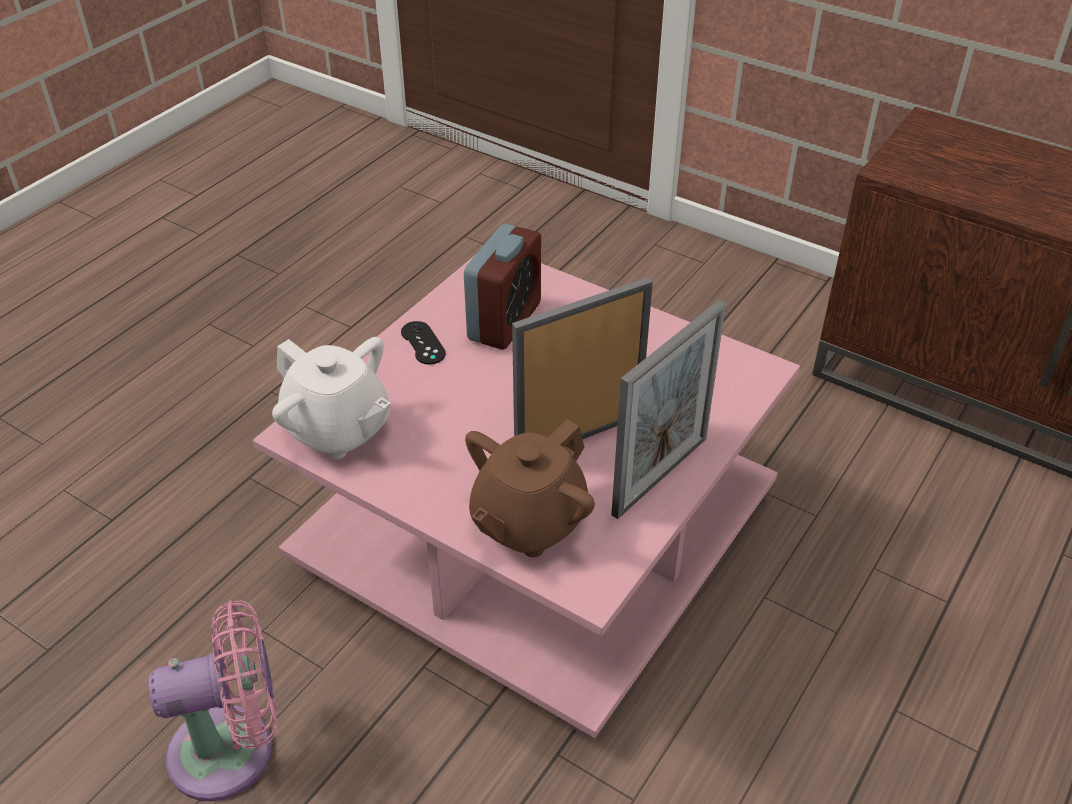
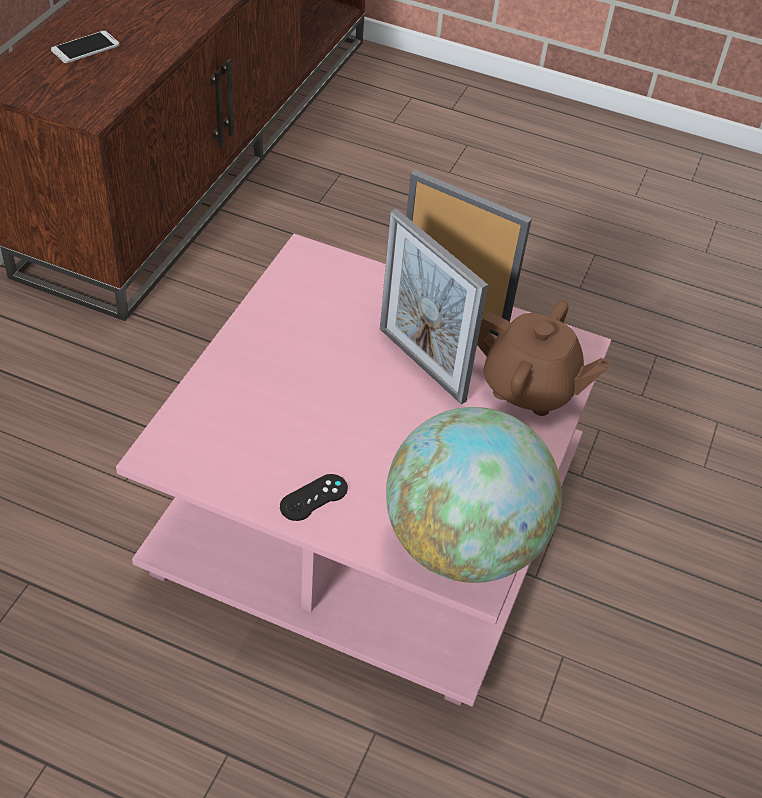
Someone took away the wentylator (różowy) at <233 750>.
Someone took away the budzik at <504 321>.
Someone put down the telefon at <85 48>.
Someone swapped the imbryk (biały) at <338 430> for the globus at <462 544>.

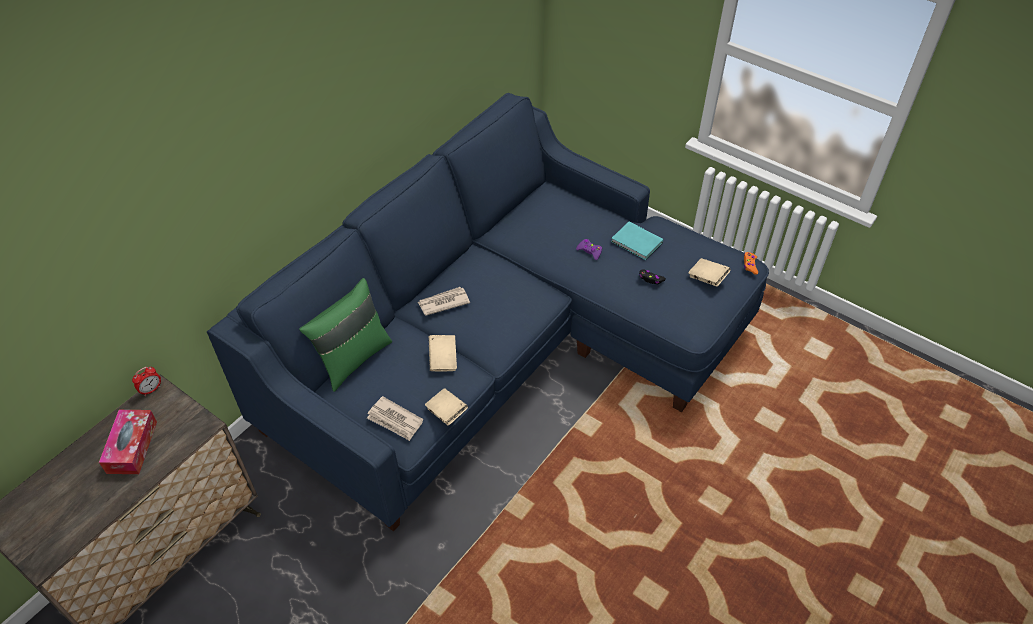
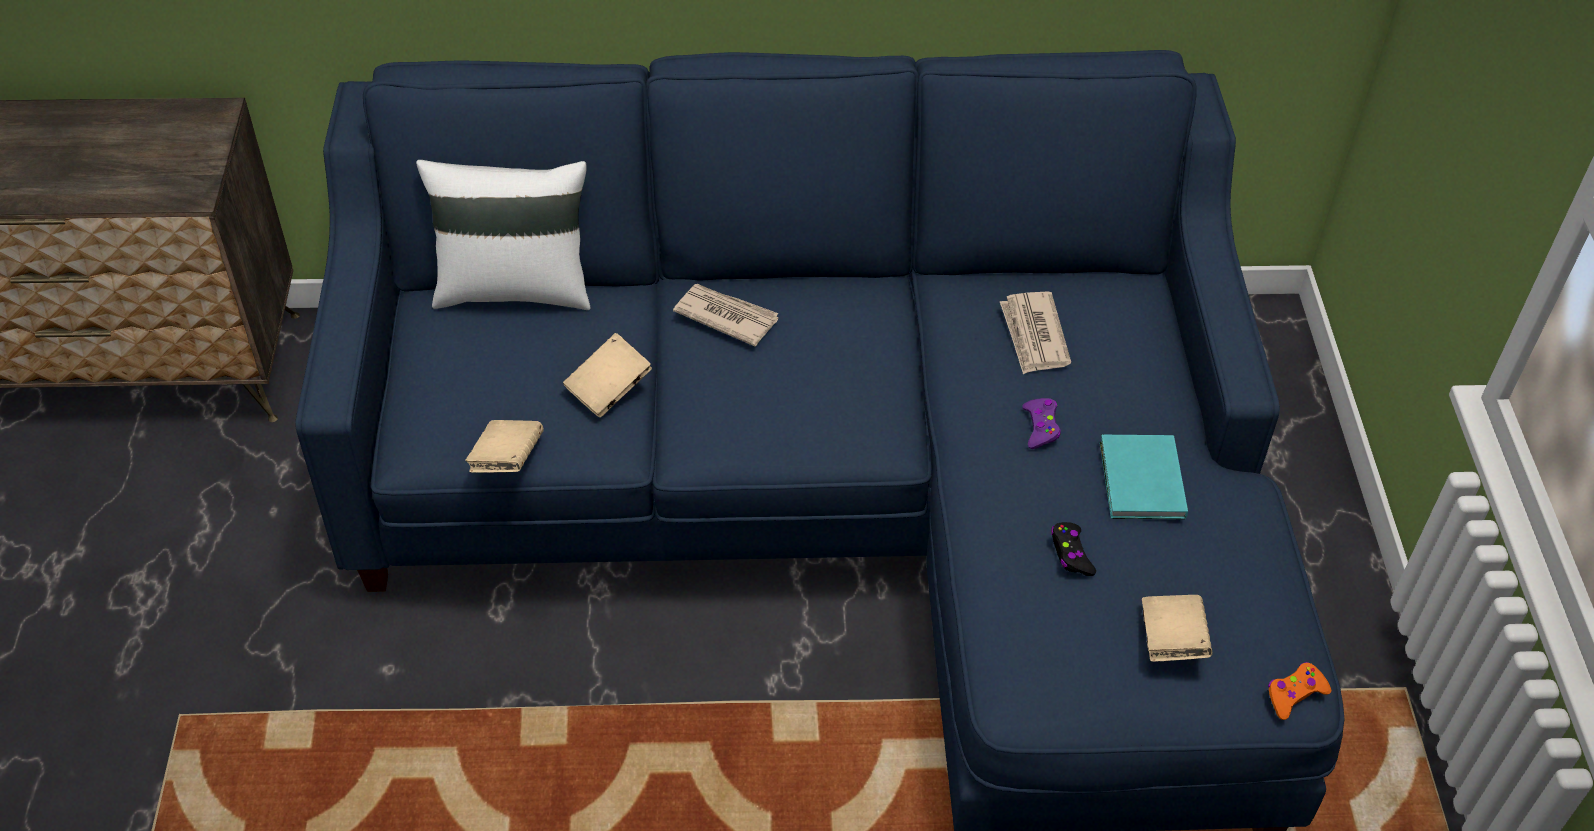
Someone took away the pudełko chusteczek at <132 447>.
Someone took away the budzik at <151 389>.
Someone carried the gazeta from <395 420> to <1034 336>.
Someone repainted the poduszka (zielony) at <353 358>, which became the poduszka (biały) at <514 288>.

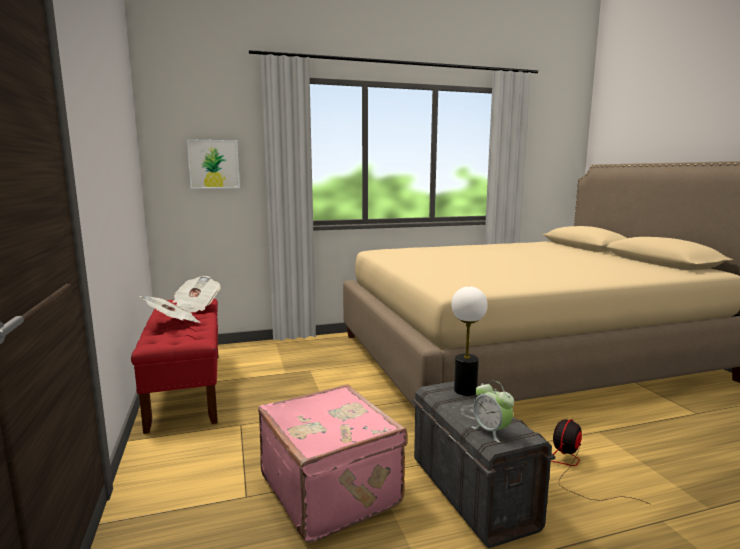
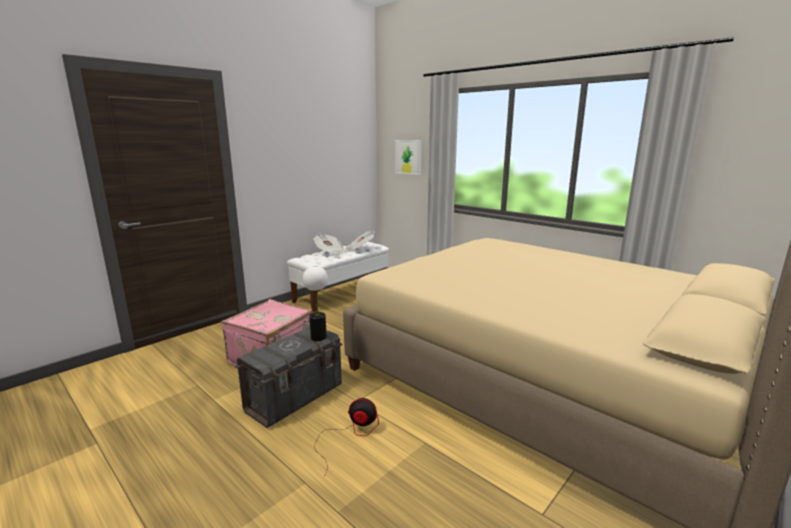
Someone took away the budzik at <491 431>.
Someone repainted the ławka (czerwony) at <187 388>, which became the ławka (biały) at <342 293>.

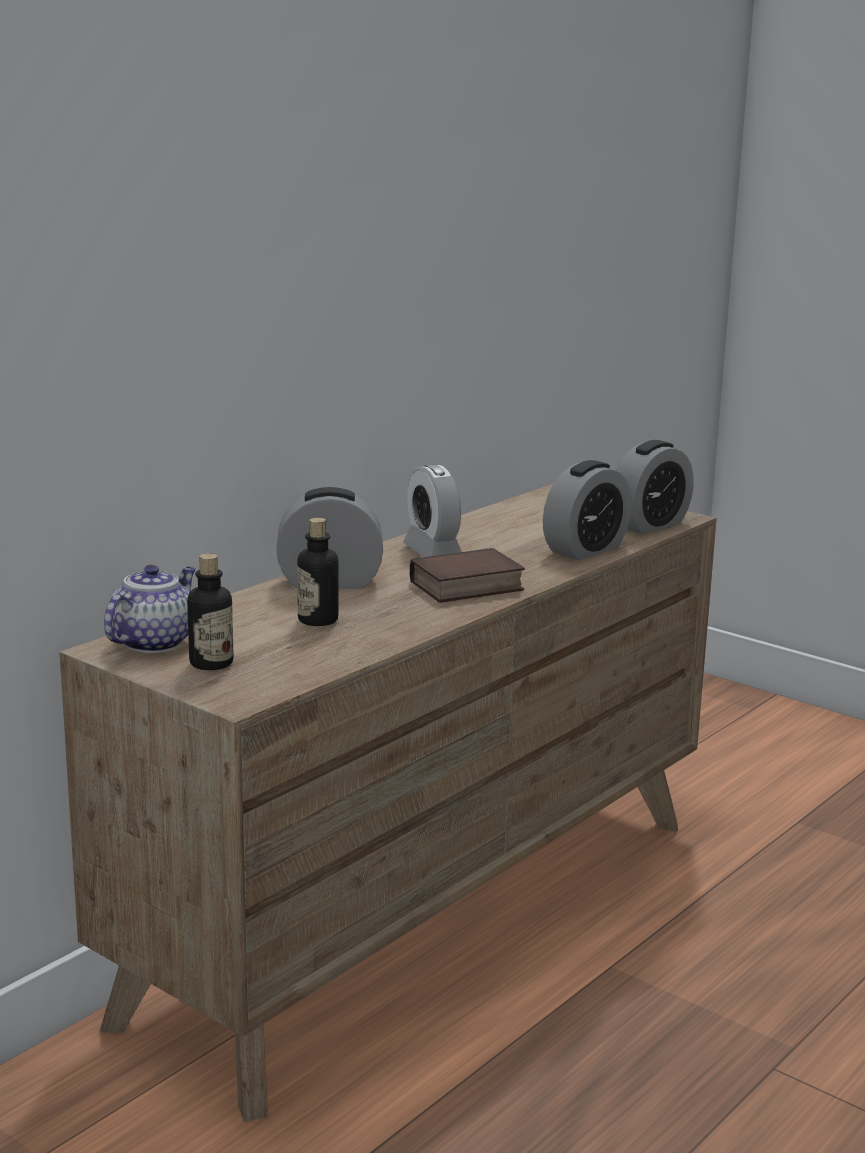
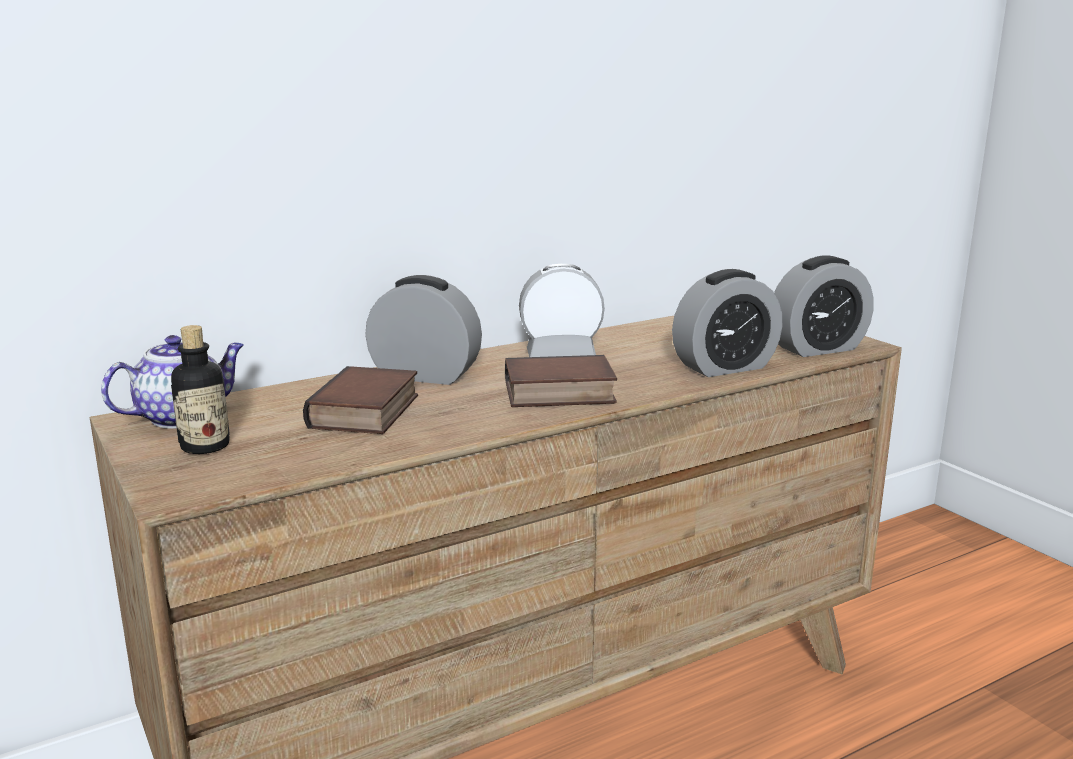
Someone swapped the butelka at <318 620> for the książka at <367 412>.
Someone rotated the budzik at <432 551> by 90 degrees clockwise.

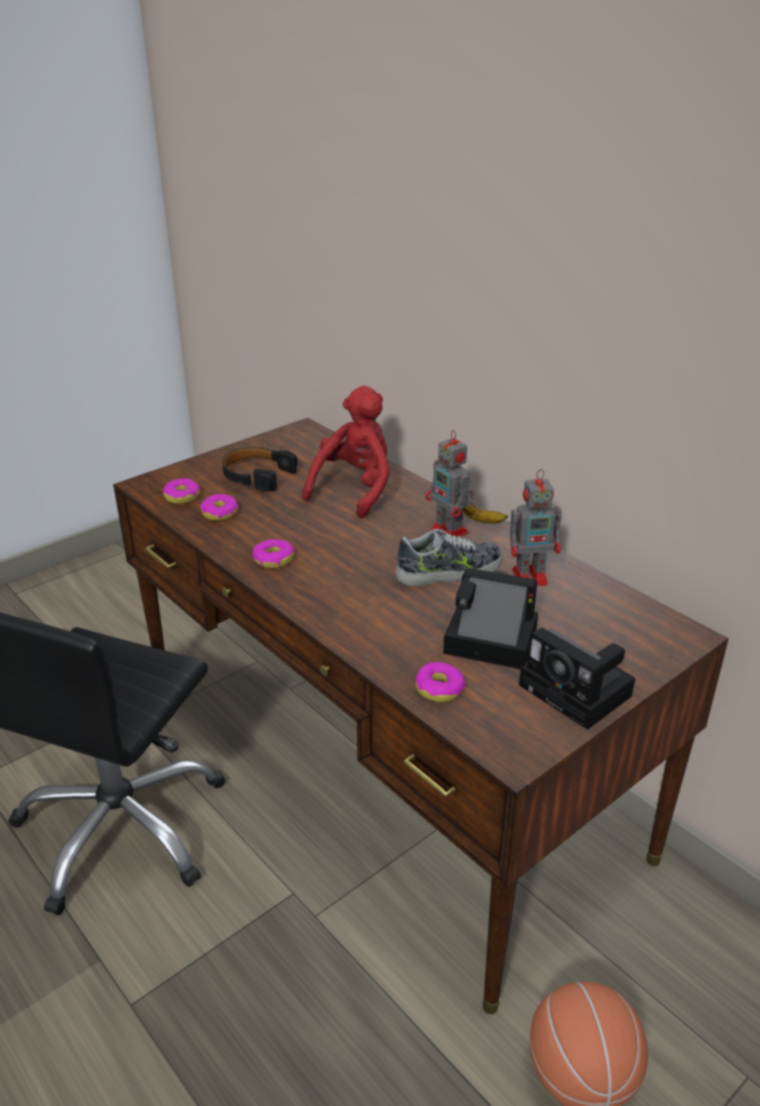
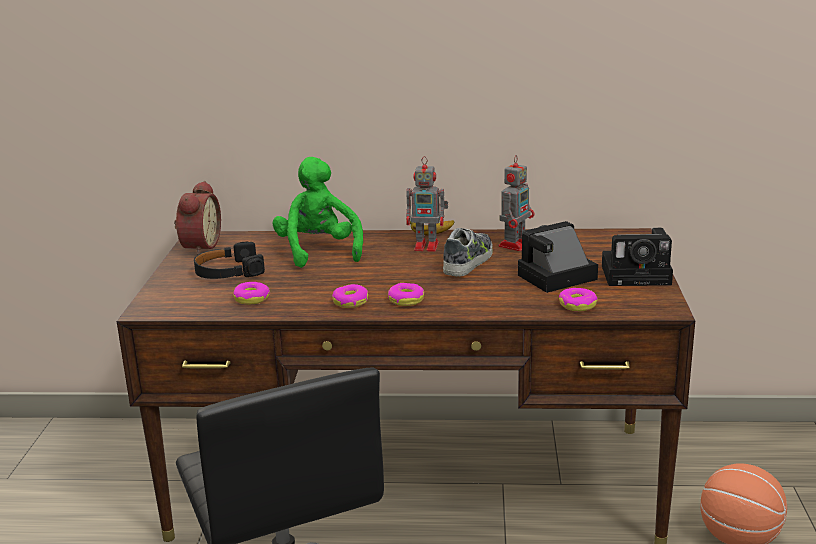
Someone put down the budzik at <198 246>.
Someone carried the donut from <182 496> to <406 300>.
Someone repainted the pluszak (czerwony) at <354 490>, which became the pluszak (zielony) at <318 251>.

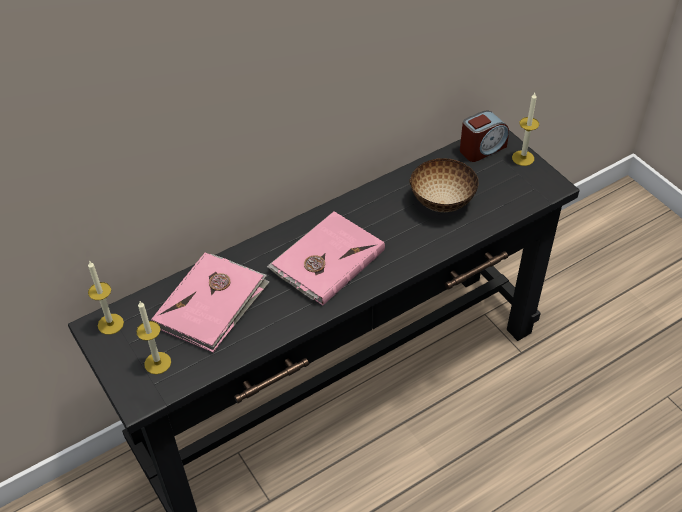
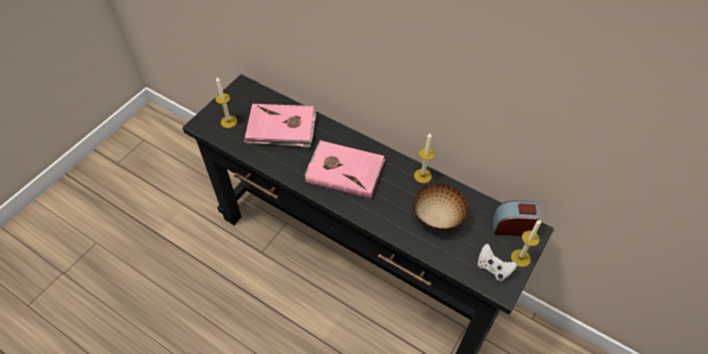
Someone put down the pad do gier (biały) at <493 268>.
Someone carried the świeca from <110 324> to <422 176>.
Someone rotated the budzik at <482 148> by 150 degrees clockwise.

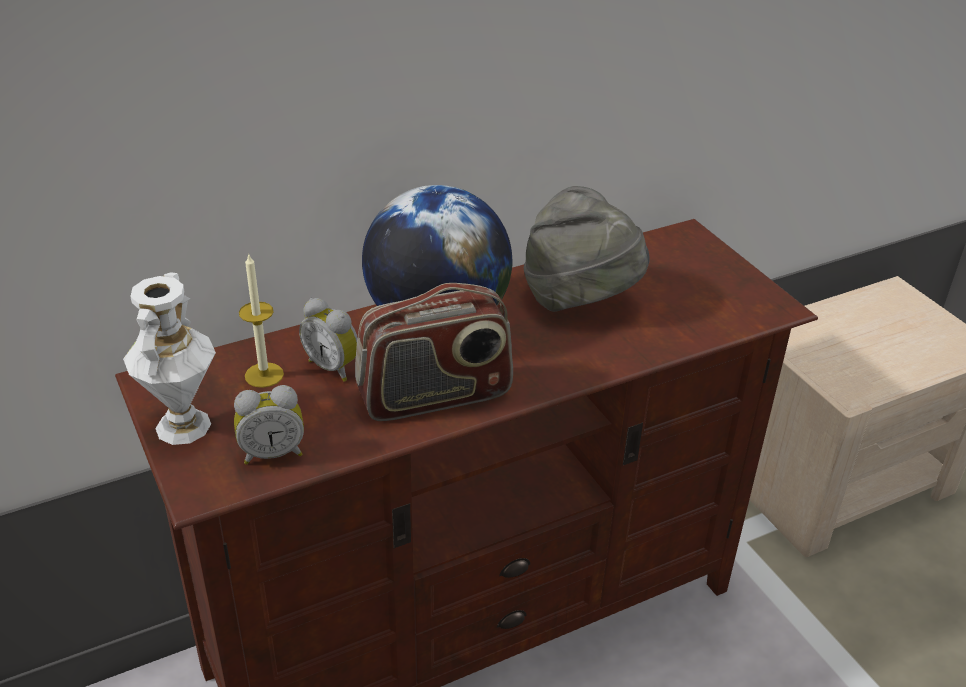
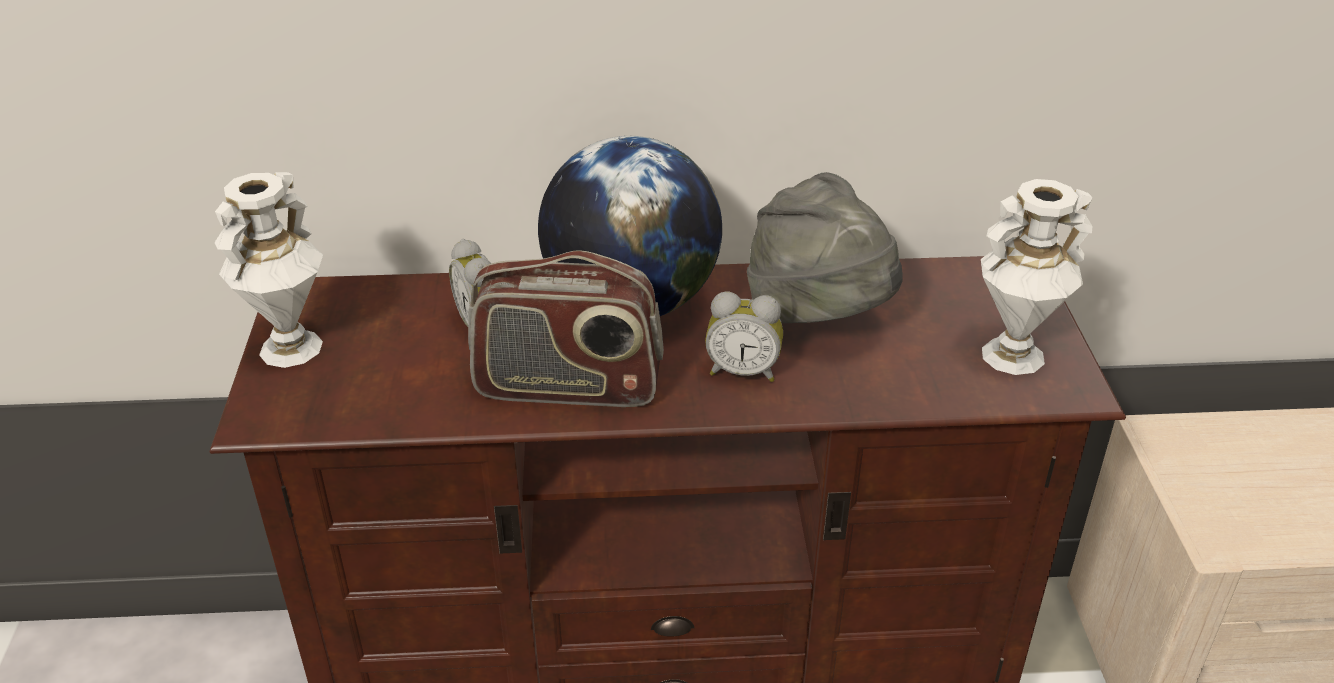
Someone took away the świeca at <264 375>.
Someone put down the wazon (biały) at <1013 356>.
Someone carried the budzik from <272 452> to <743 371>.

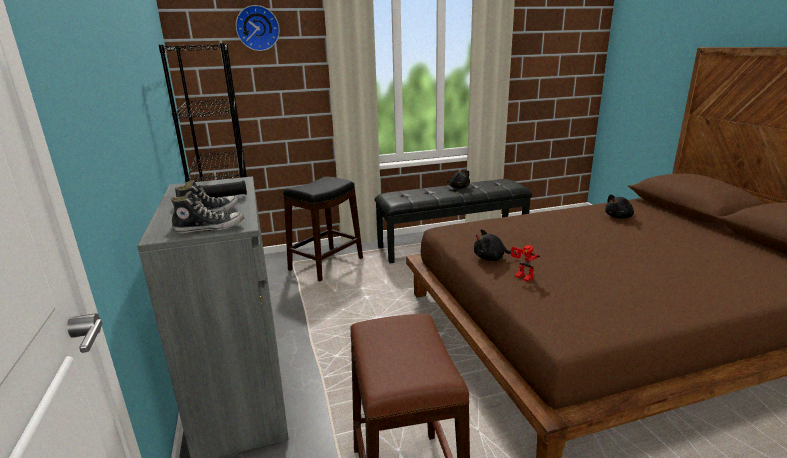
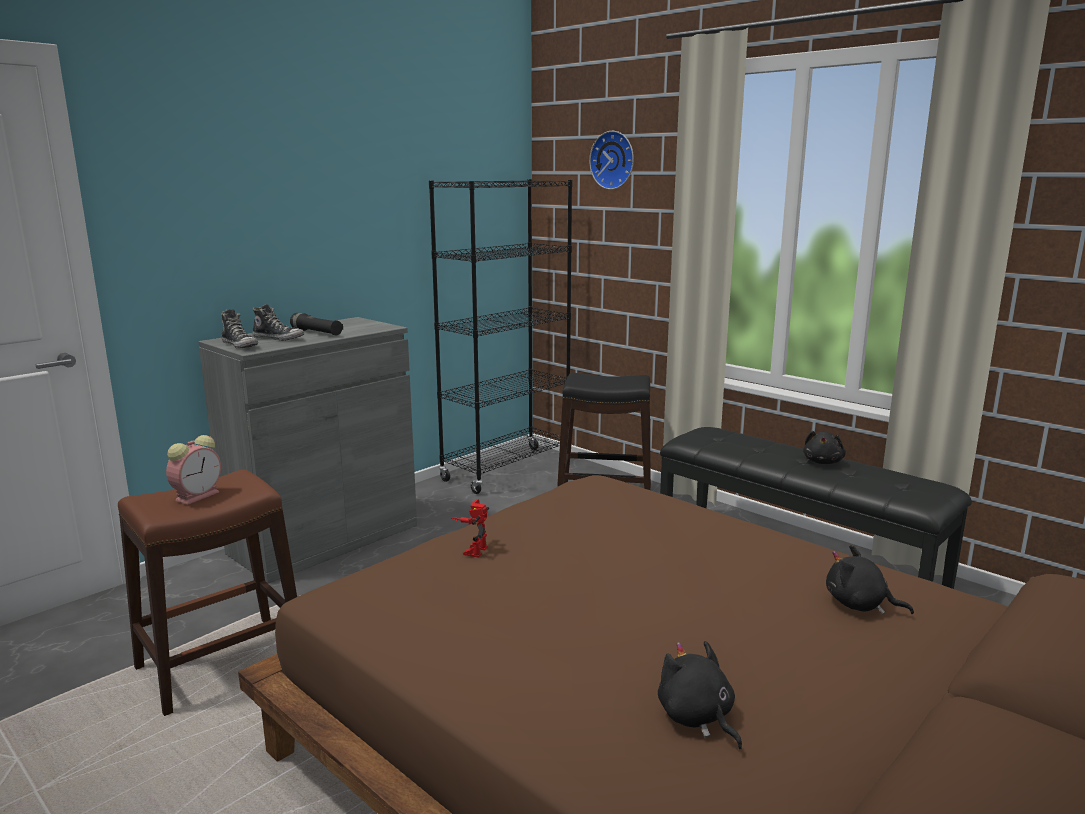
Someone put down the budzik at <198 495>.
Someone carried the pluszak (czarny) from <491 258> to <697 718>.

